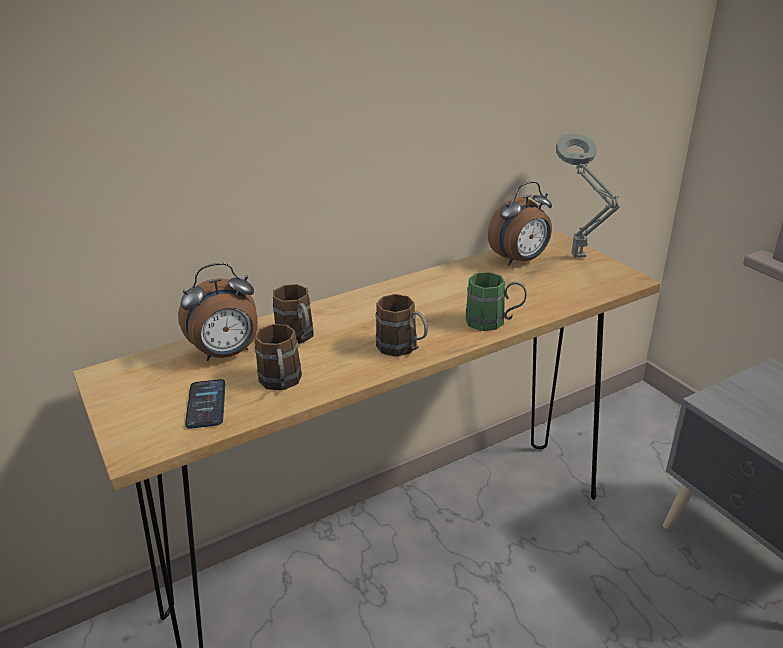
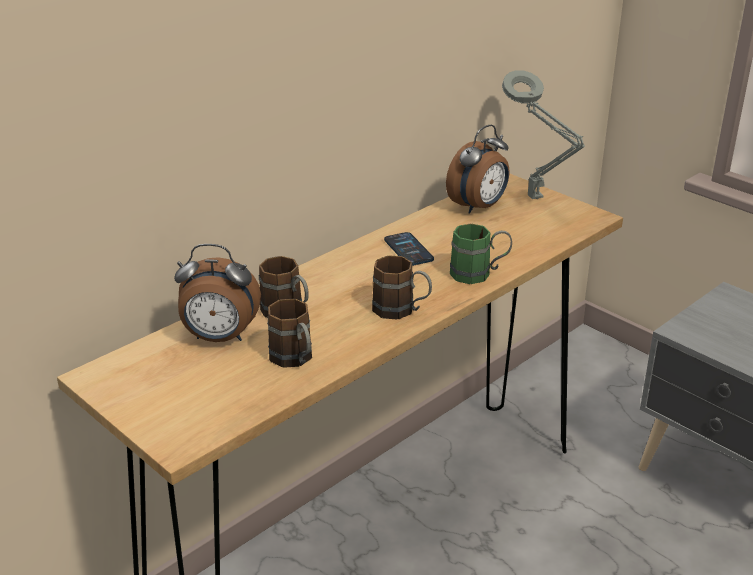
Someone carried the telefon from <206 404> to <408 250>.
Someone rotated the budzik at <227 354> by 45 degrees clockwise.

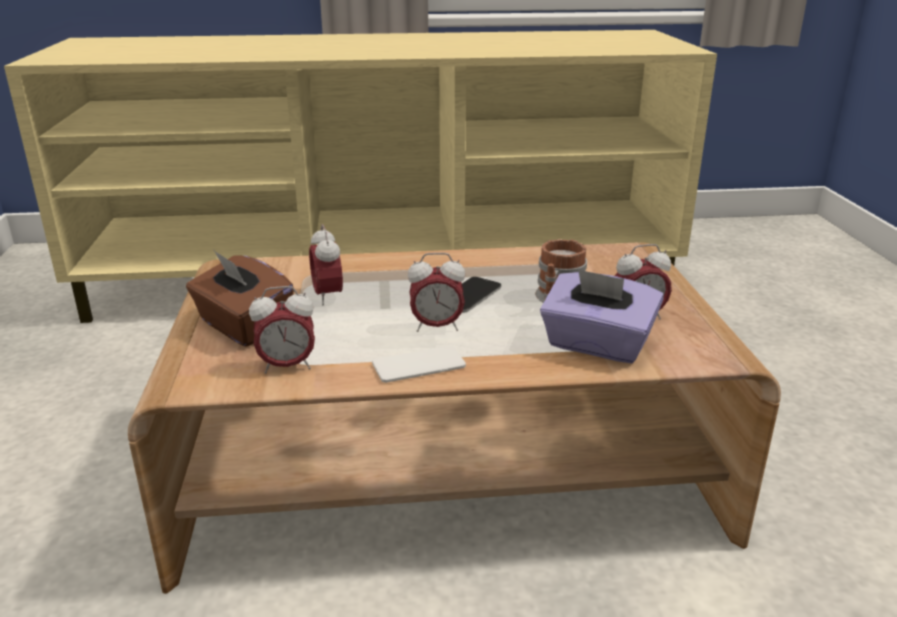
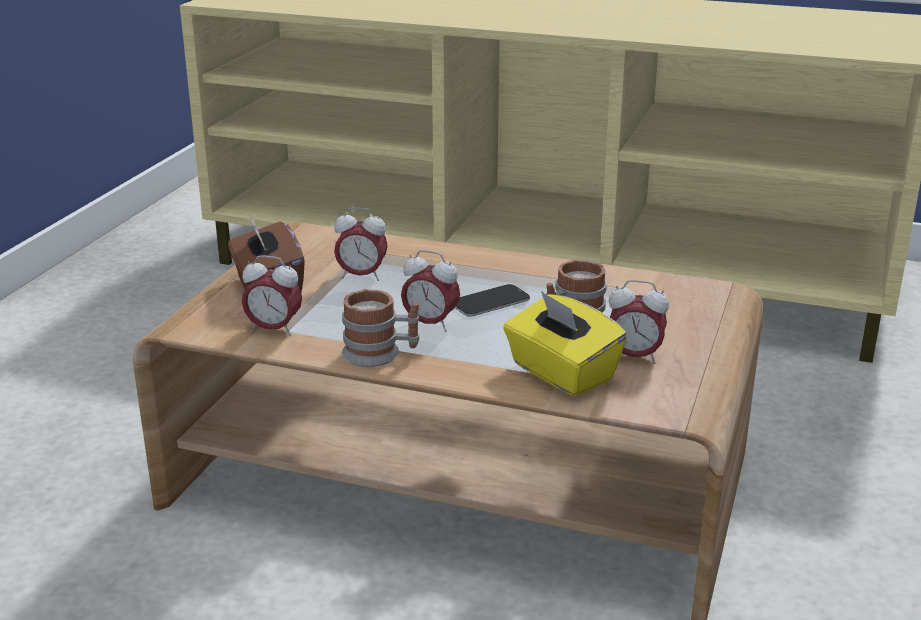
Someone swapped the telefon at <418 365> for the kubek at <381 354>.
Someone repainted the pudełko chusteczek (fioletowy) at <597 345>, which became the pudełko chusteczek (żółty) at <561 373>.
Someone rotated the budzik at <328 296> by 90 degrees counterclockwise.

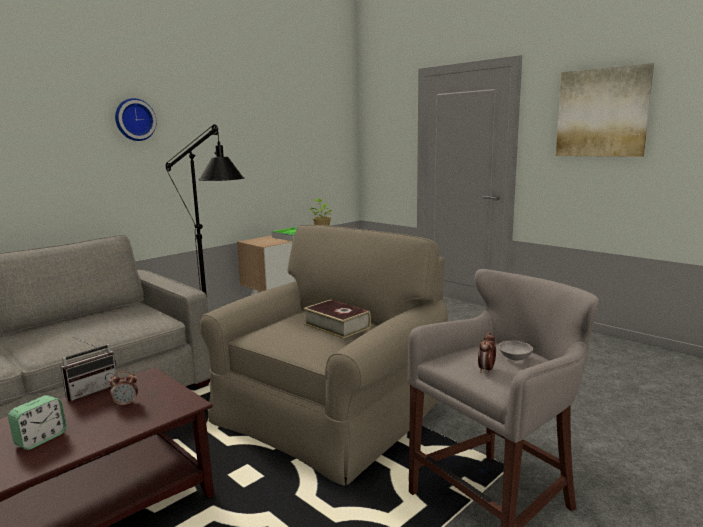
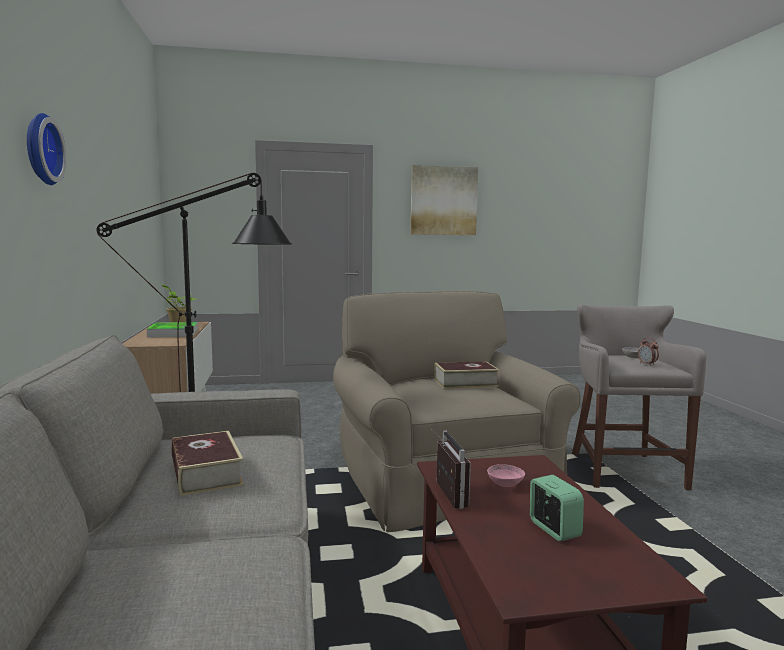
Someone put down the książka at <206 473>.
Someone swapped the budzik at <126 404> for the miska (różowy) at <505 484>.

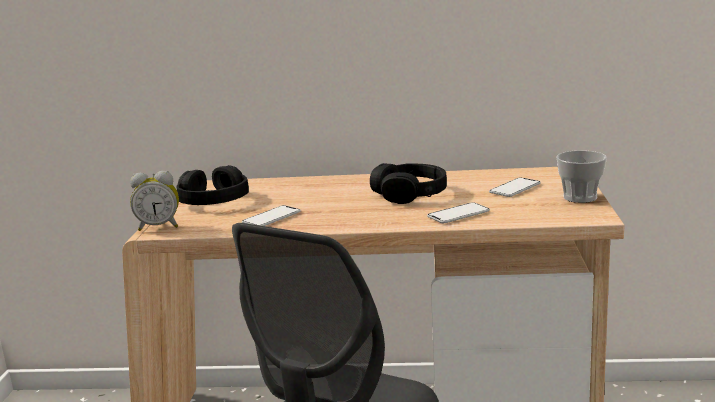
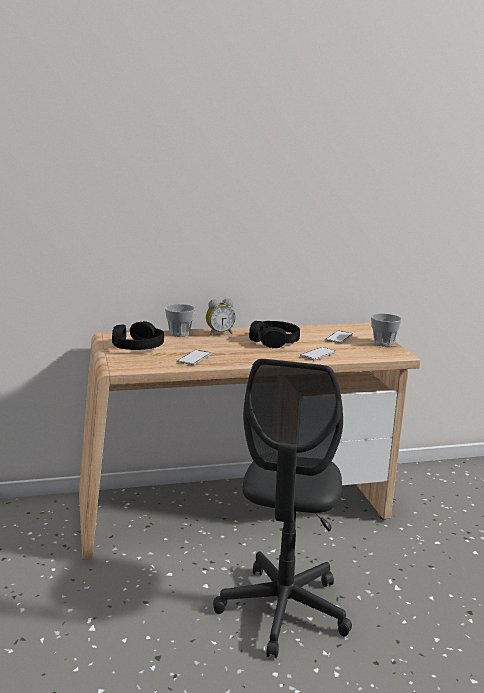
Someone put down the filiżanka at <179 333>.
Someone carried the budzik from <159 227> to <219 333>.

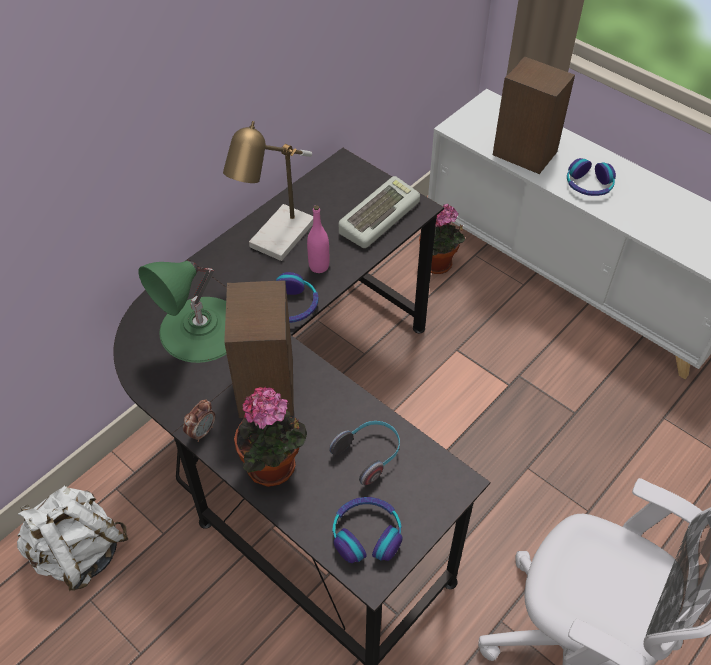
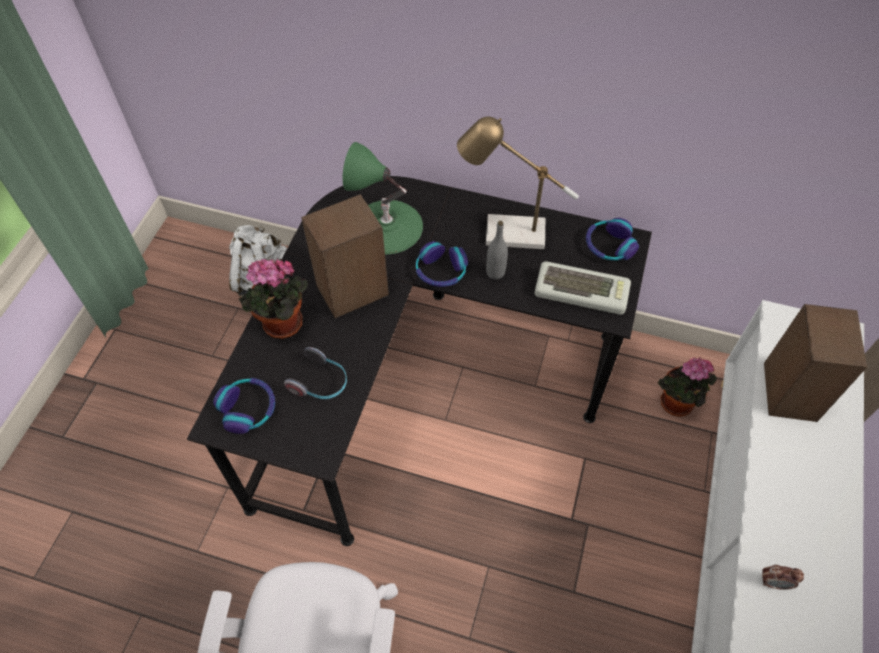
Someone carried the budzik from <202 432> to <773 582>.
Someone carried the słuchawki from <588 185> to <609 246>.
Someone repainted the butelka (różowy) at <319 266>, which became the butelka (szary) at <495 272>.

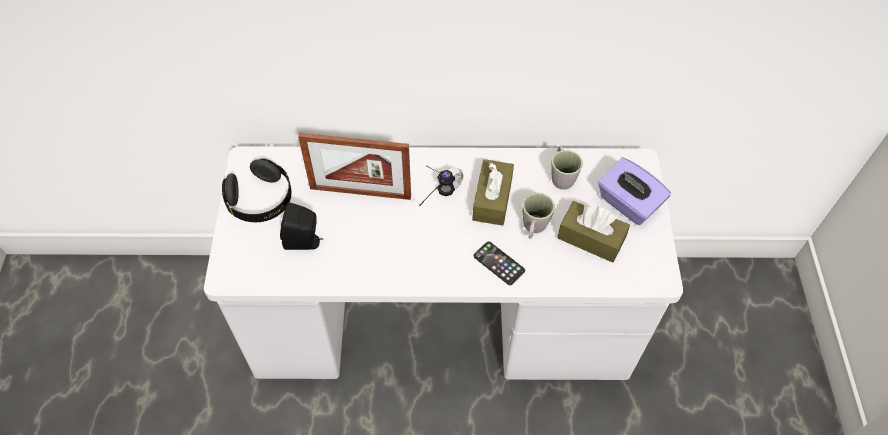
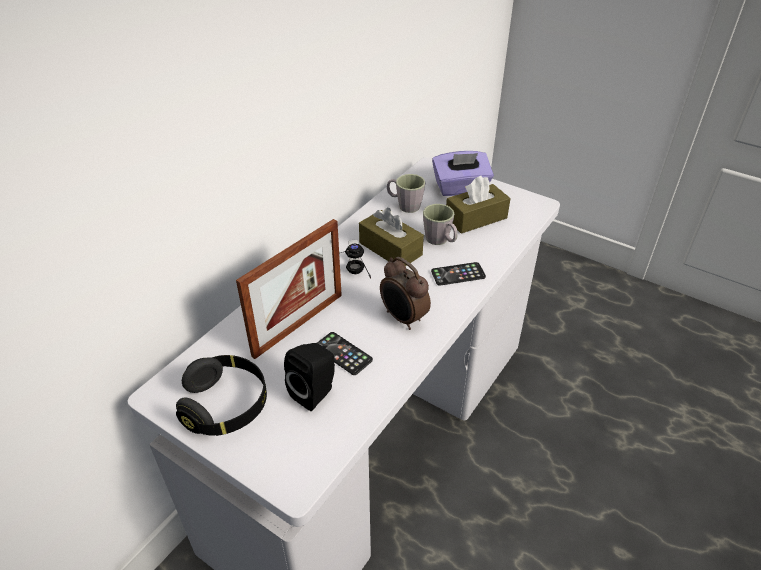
Someone put down the telefon at <343 353>.
Someone put down the budzik at <403 318>.

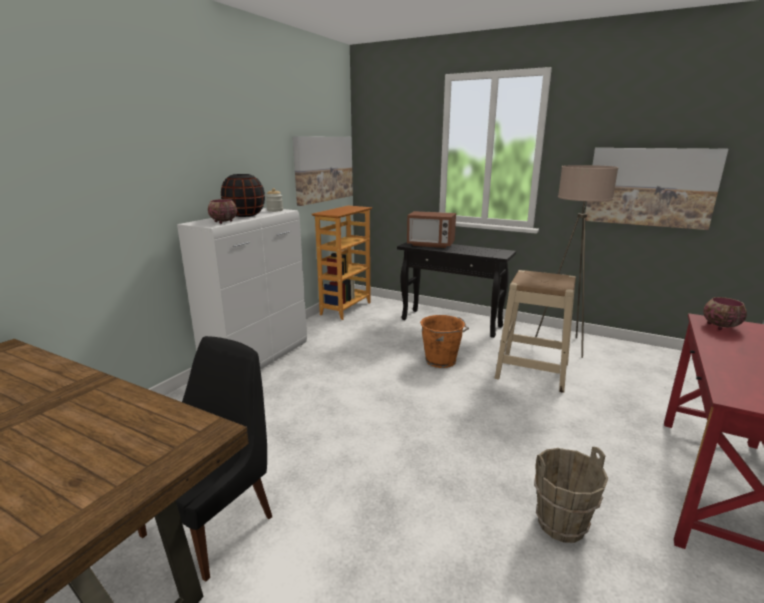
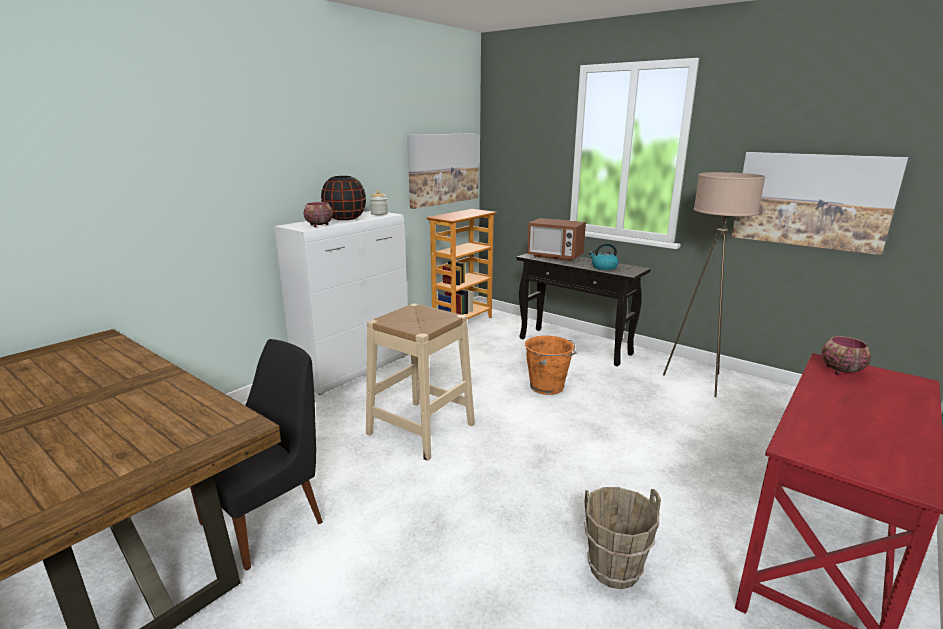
Someone put down the czajnik at <604 267>.
Someone carried the stołek (beżowy) from <532 371> to <421 429>.

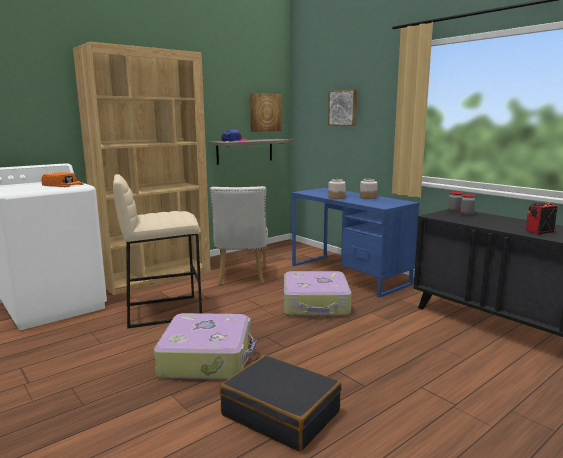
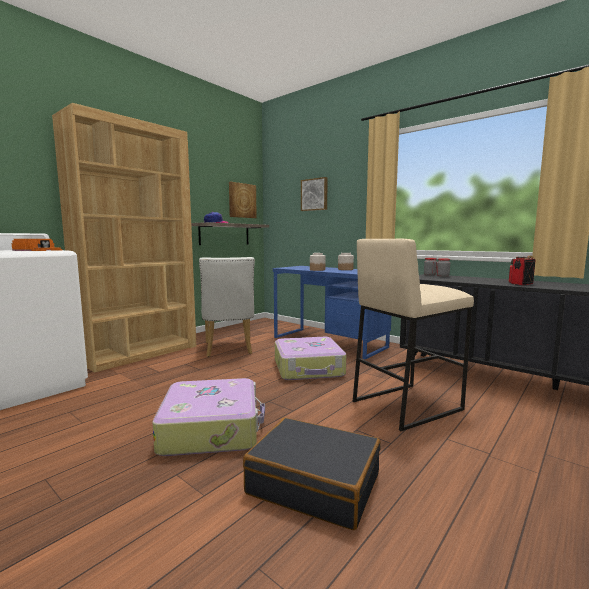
Someone carried the stołek (beżowy) from <163 311> to <406 405>.

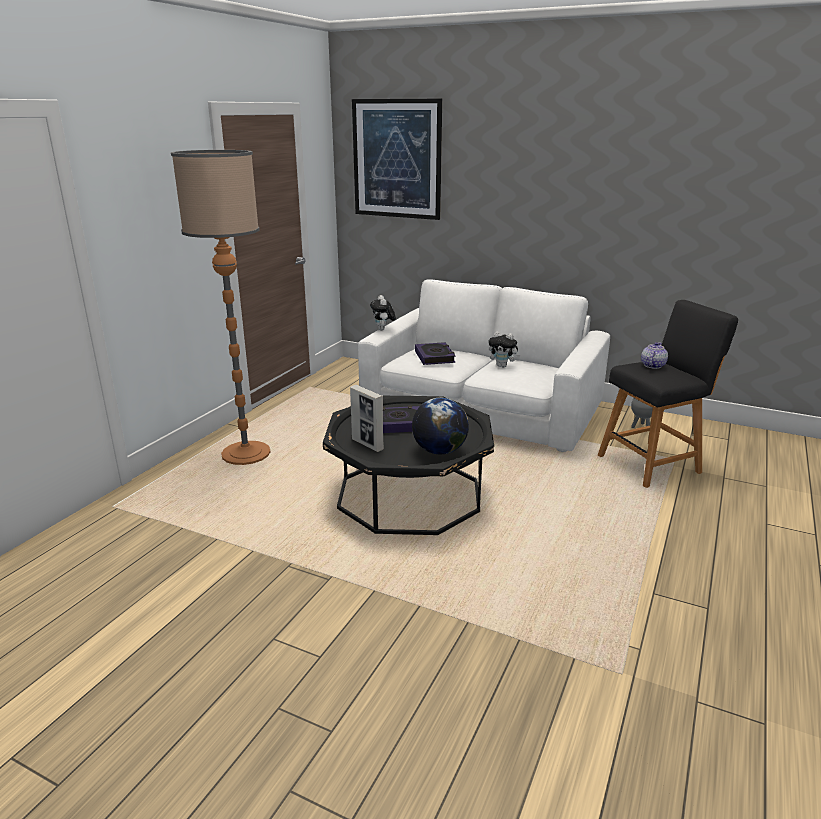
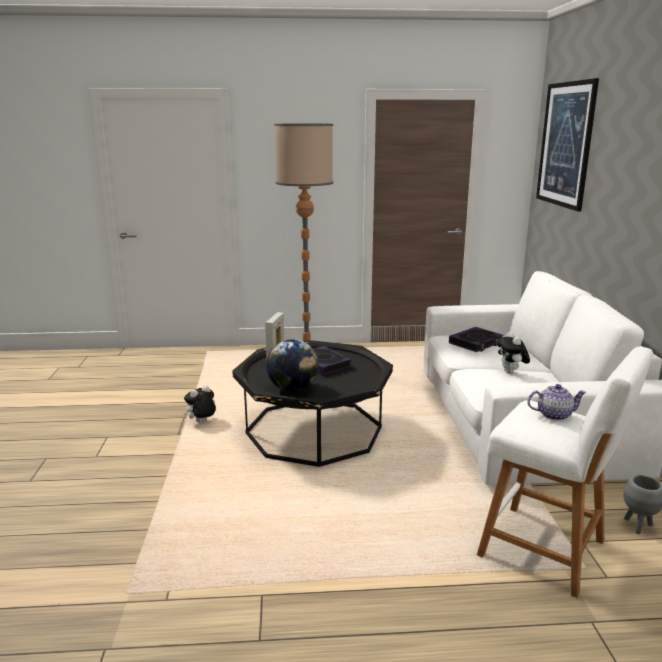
Someone carried the pluszak from <383 330> to <201 422>.
Someone repainted the stołek (czarny) at <652 463>, which became the stołek (biały) at <548 551>.

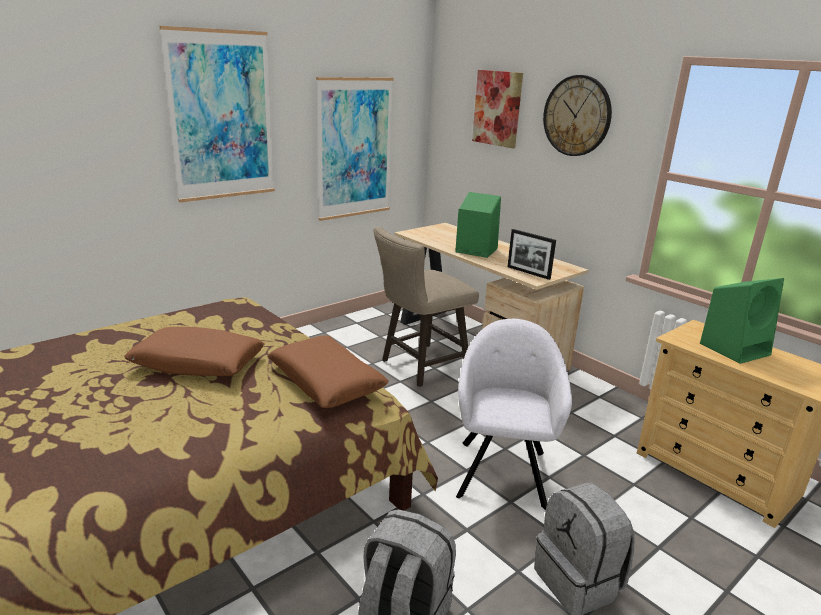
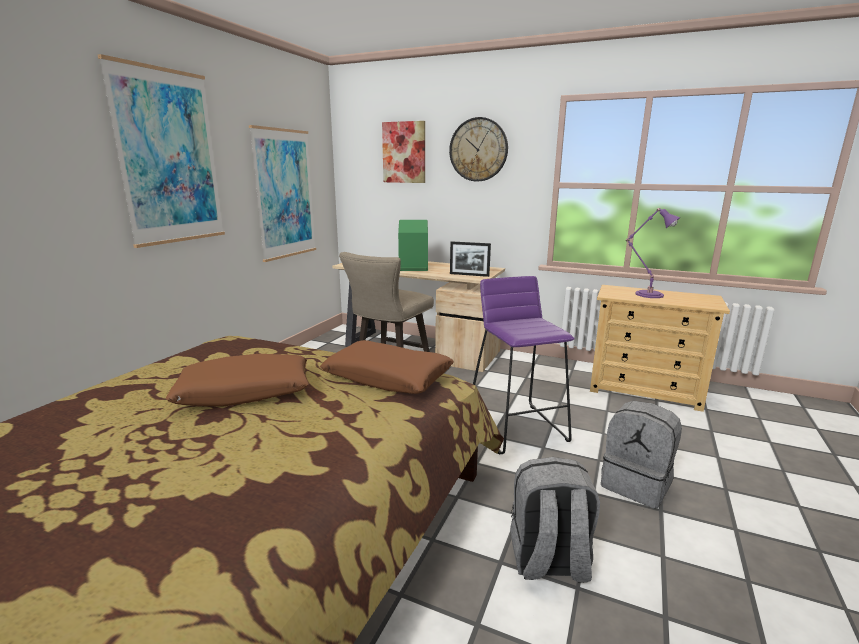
Someone swapped the fotel (szary) at <502 470> for the stołek (fioletowy) at <517 427>.
Someone swapped the głośnik (zielony) at <735 349> for the lampa stołowa (fioletowy) at <646 294>.

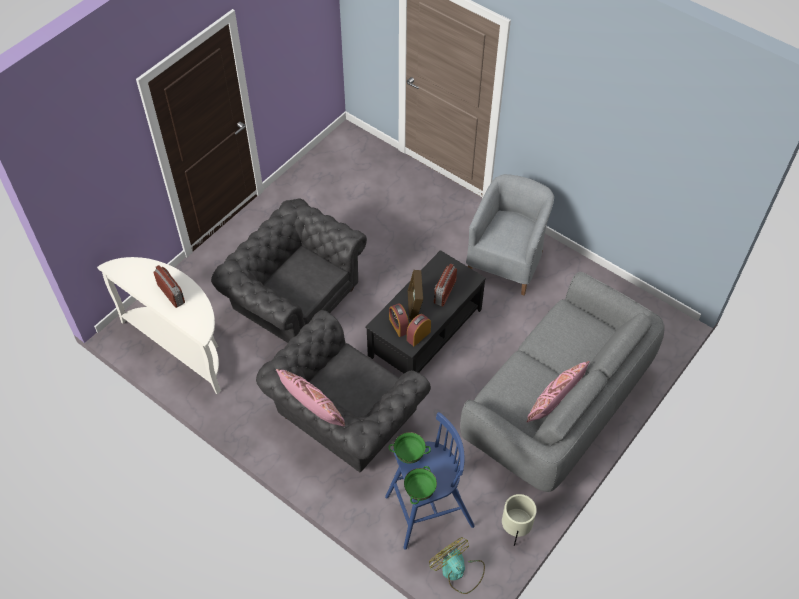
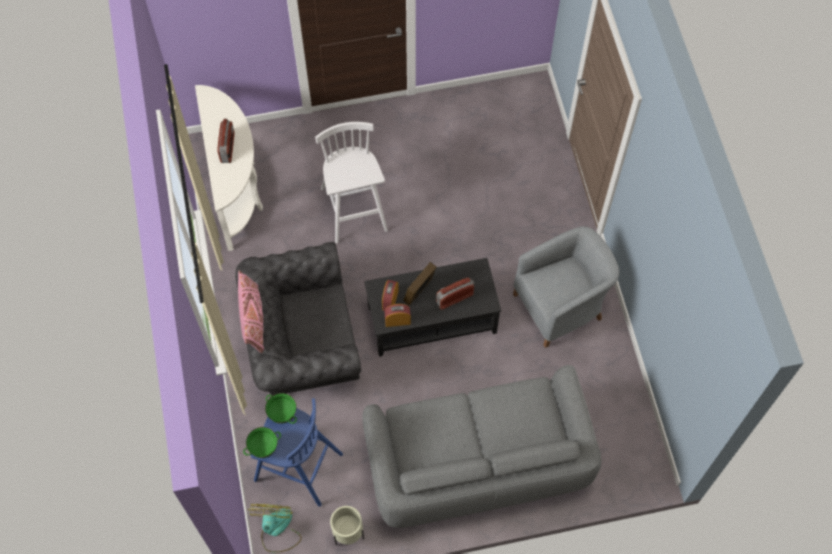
Someone took away the poduszka (różowy) at <555 400>.
Someone swapped the fotel (szary) at <293 298> for the stołek (biały) at <354 211>.

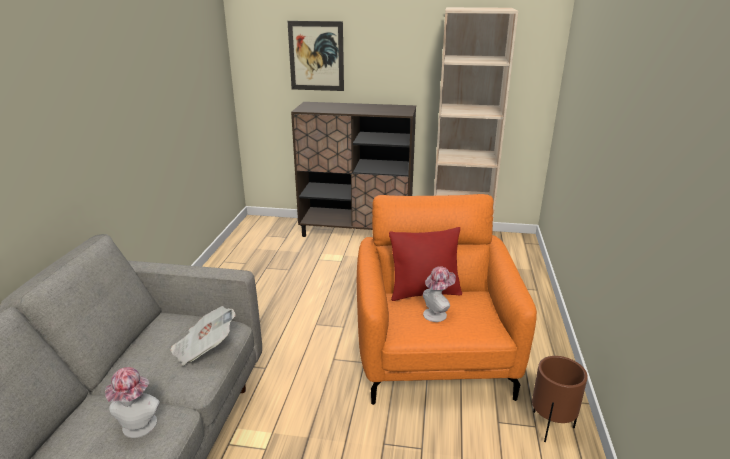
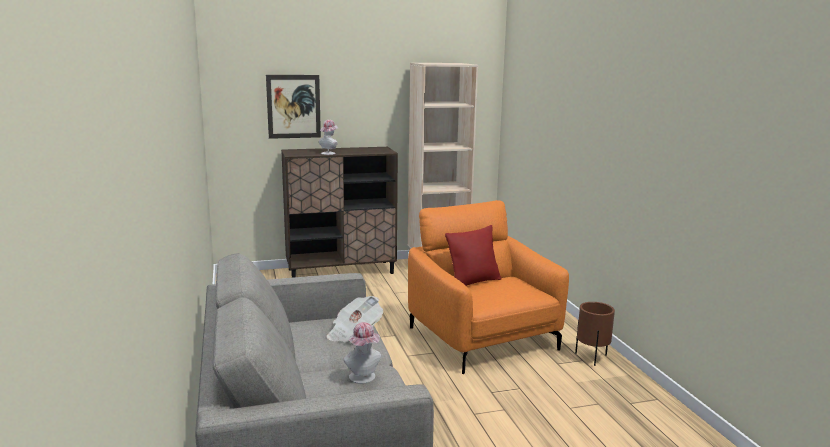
Someone carried the kapelusz from <437 313> to <329 153>.

